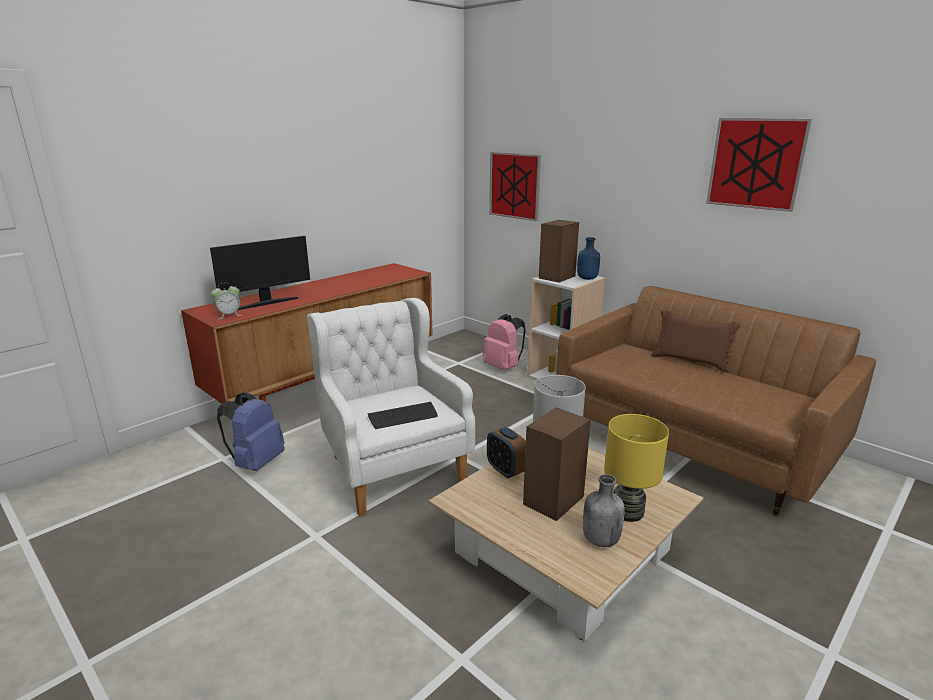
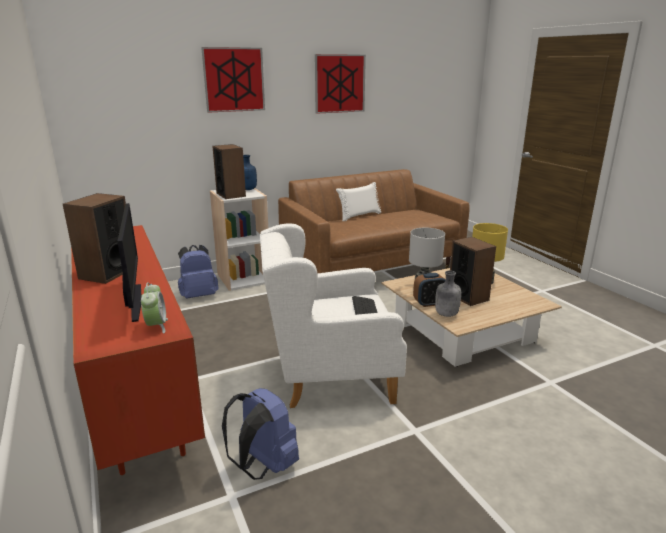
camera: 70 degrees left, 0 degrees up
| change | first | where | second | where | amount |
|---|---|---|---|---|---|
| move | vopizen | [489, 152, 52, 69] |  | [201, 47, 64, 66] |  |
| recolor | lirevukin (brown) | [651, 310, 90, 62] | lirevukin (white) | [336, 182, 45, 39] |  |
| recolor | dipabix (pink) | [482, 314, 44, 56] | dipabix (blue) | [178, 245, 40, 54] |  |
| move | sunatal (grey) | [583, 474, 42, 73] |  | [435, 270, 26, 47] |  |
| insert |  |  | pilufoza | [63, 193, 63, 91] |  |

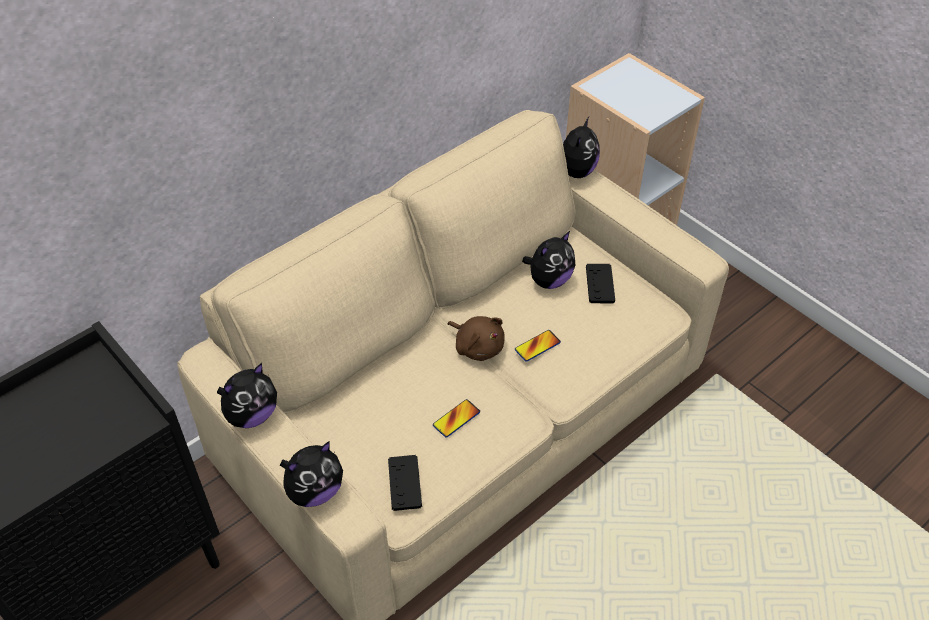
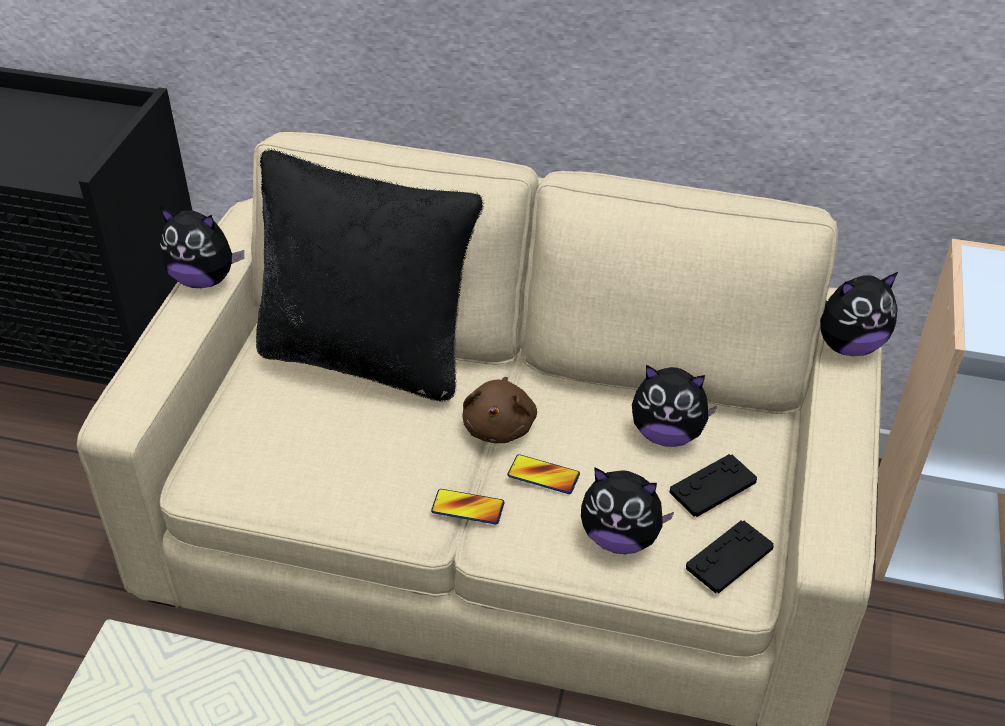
camera: 55 degrees right, 5 degrees down
| change | first | where | second | where | amount |
|---|---|---|---|---|---|
| move | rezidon | [433, 399, 47, 39] |  | [431, 489, 74, 35] |  |
| move | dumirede | [280, 441, 63, 66] |  | [581, 468, 93, 86] |  |
| move | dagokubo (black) | [388, 455, 34, 56] |  | [686, 521, 88, 72] |  |
| insert |  |  | lirevukin (black) | [256, 149, 228, 253] |  |

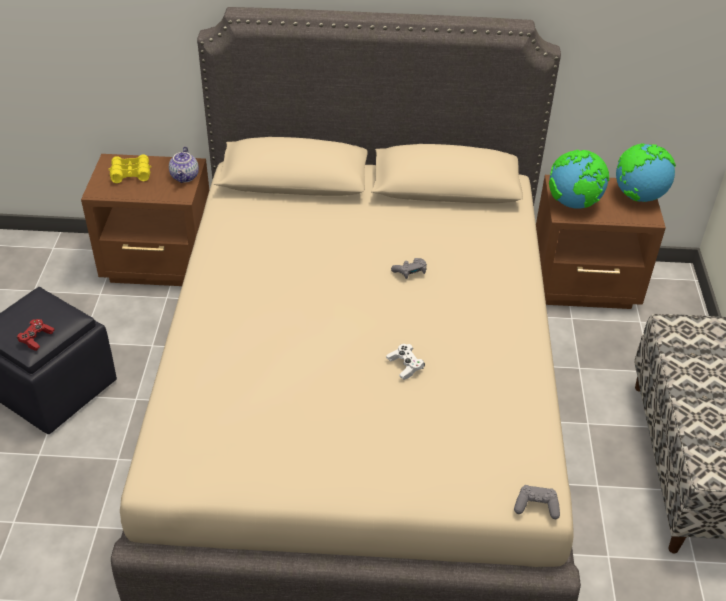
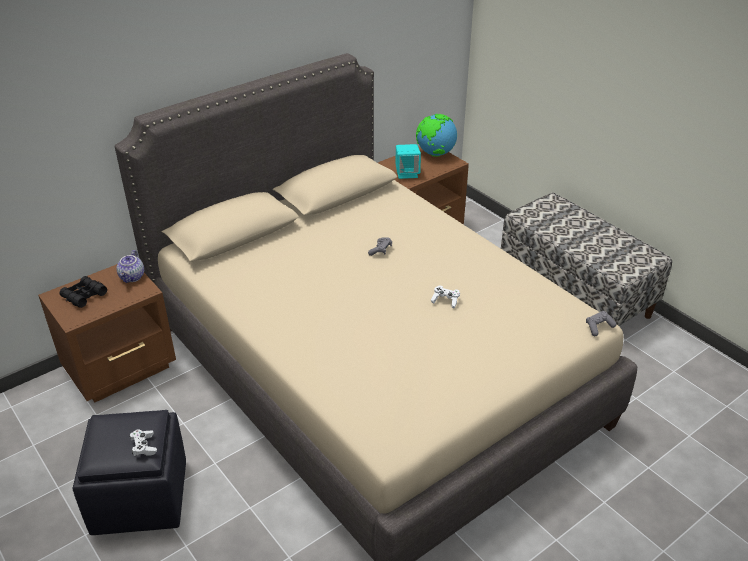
camera: 40 degrees left, 5 degrees down
| change | first | where | second | where | amount |
|---|---|---|---|---|---|
| rotate | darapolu | [169, 147, 30, 36] |  | [117, 250, 27, 33] | 45 degrees clockwise |
| replace | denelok | [549, 150, 60, 59] | pilufoza (turquoise) | [396, 144, 25, 35] |  |
| recolor | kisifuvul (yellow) | [108, 154, 44, 29] | kisifuvul (black) | [60, 276, 47, 32] |  |
| recolor | dagokubo (red) | [17, 319, 38, 32] | dagokubo (white) | [129, 429, 28, 27] |  |

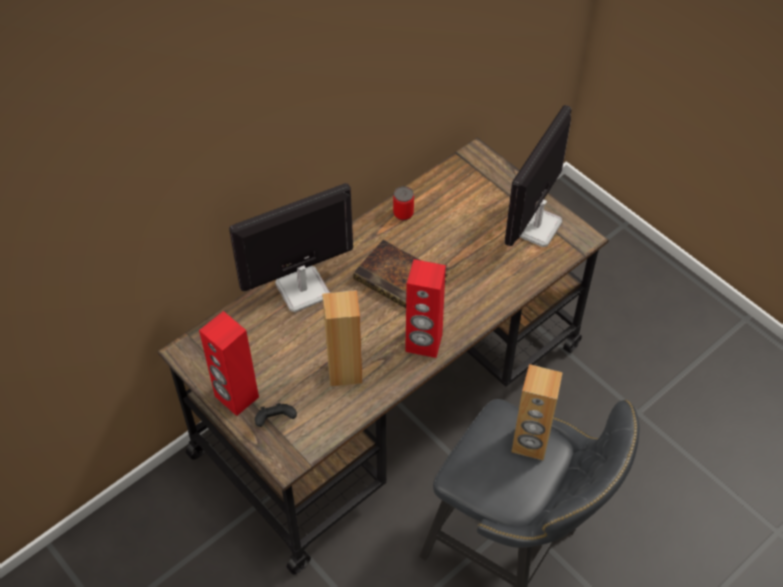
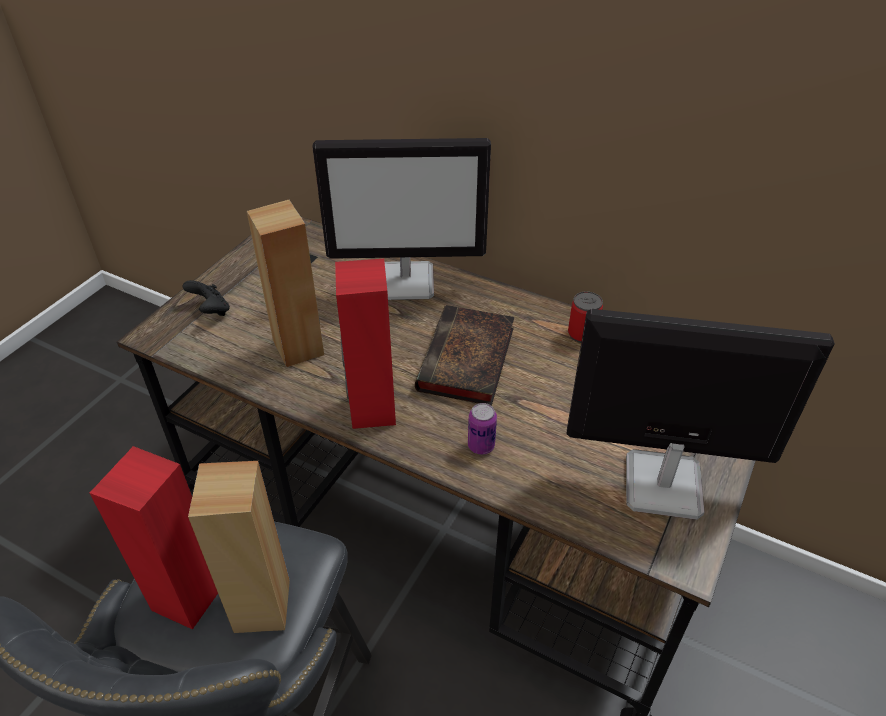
camera: 70 degrees right, 10 degrees down
| change | first | where | second | where | amount |
|---|---|---|---|---|---|
| rotate | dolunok | [229, 183, 124, 129] |  | [312, 138, 179, 162] | 135 degrees clockwise |
| move | pilufoza (red) | [199, 311, 60, 105] |  | [90, 446, 128, 184] |  |
| insert |  |  | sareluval | [468, 403, 29, 52] |  |

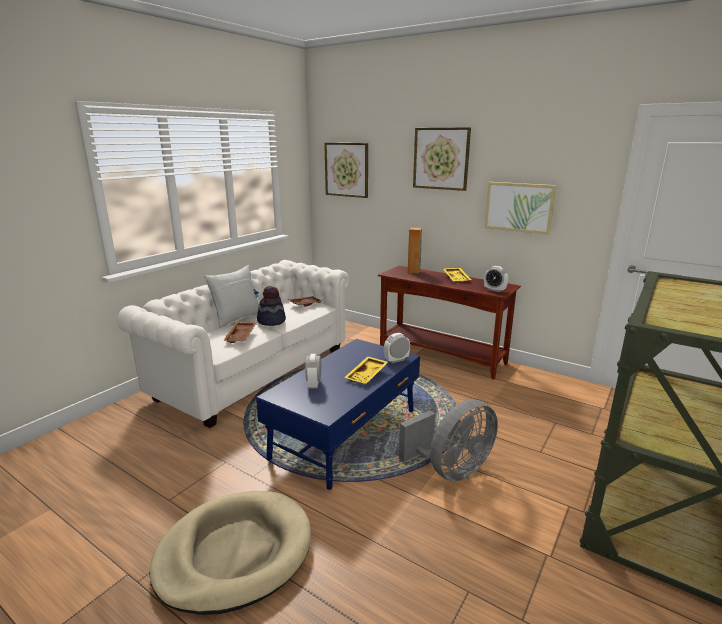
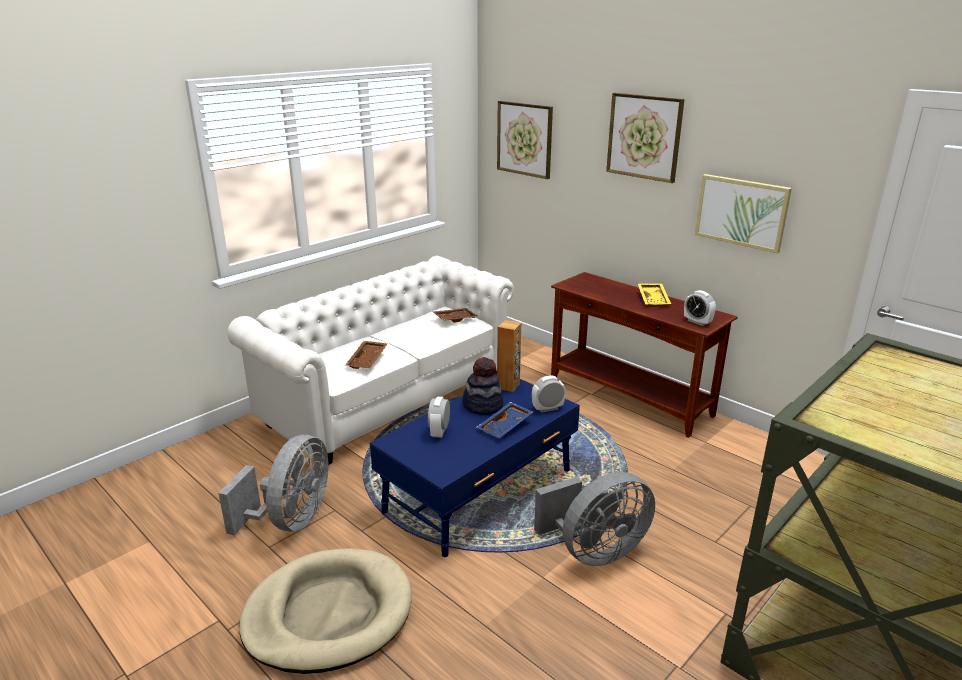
camera: 10 degrees right, 5 degrees up
| change | first | where | second | where | amount |
|---|---|---|---|---|---|
| move | pilufoza (brown) | [408, 228, 14, 46] |  | [497, 320, 24, 72] |  |
| delete | lirevukin (grey) | [204, 265, 55, 63] |  |  |  |
| move | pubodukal | [257, 286, 29, 40] |  | [462, 357, 41, 58] |  |
| recolor | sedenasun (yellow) | [344, 356, 44, 28] | sedenasun (blue) | [476, 402, 57, 36] |  |
| insert |  |  | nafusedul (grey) | [218, 435, 111, 100] |  |

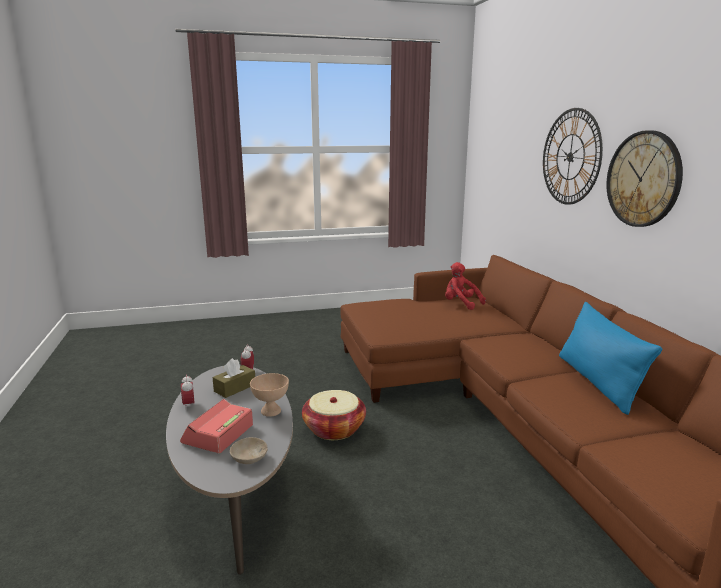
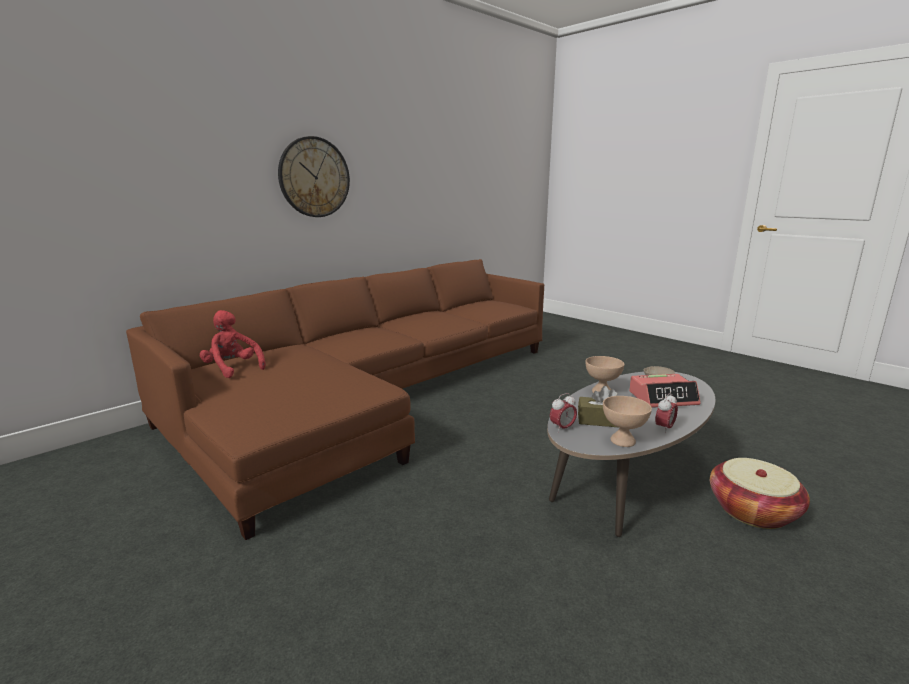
camera: 120 degrees left, 0 degrees up
| change | first | where | second | where | amount |
|---|---|---|---|---|---|
| delete | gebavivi | [543, 108, 60, 97] |  |  |  |
| rotate | dumirede (red) | [445, 262, 41, 48] |  | [200, 310, 66, 68] | 120 degrees clockwise |
| delete | lirevukin (blue) | [559, 302, 103, 113] |  |  |  |
| move | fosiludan | [302, 390, 64, 50] |  | [710, 458, 100, 71] |  |
| insert |  |  | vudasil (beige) | [603, 396, 49, 51] |  |

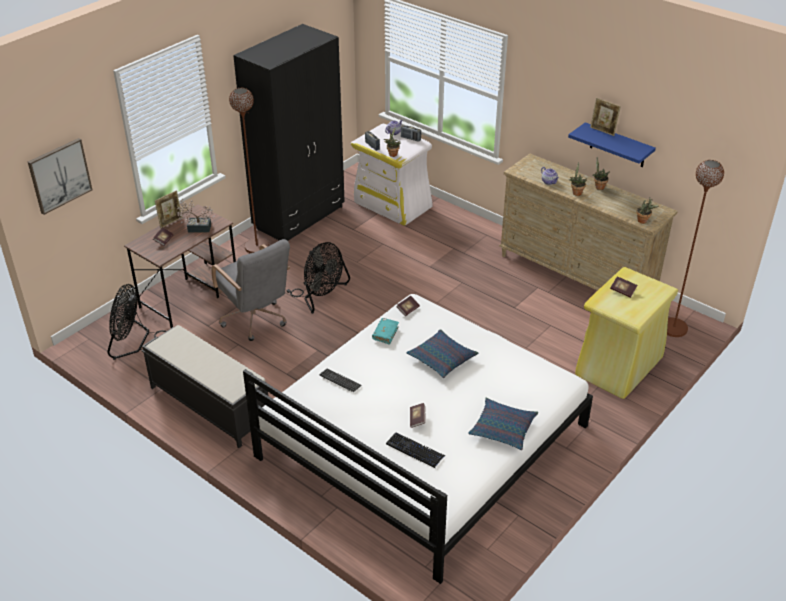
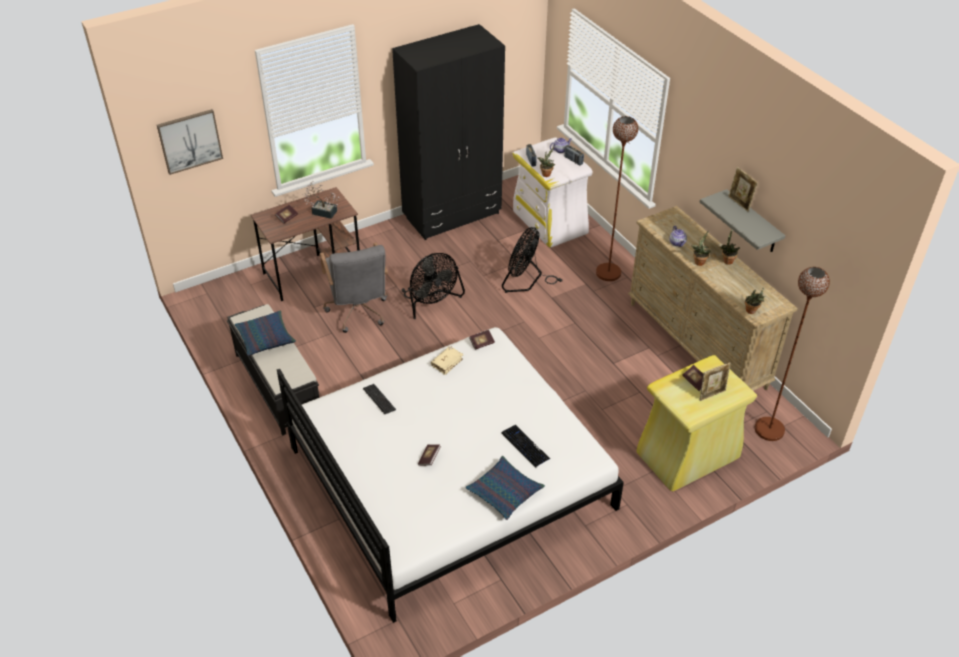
camera: 20 degrees right, 5 degrees up
| change | first | where | second | where | amount |
|---|---|---|---|---|---|
| move | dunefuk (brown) | [229, 88, 40, 165] |  | [596, 116, 42, 165] |  |
| recolor | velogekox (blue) | [568, 122, 88, 45] | velogekox (grey) | [700, 189, 85, 63] |  |
| move | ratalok | [155, 190, 27, 38] |  | [700, 362, 31, 39] |  |
| move | nafusedul (black) | [107, 284, 60, 76] |  | [502, 227, 60, 66] |  |
| recolor | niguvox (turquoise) | [372, 318, 27, 27] | niguvox (beige) | [431, 346, 33, 29] |  |
| move | lirevukin (blue) | [406, 329, 73, 49] |  | [235, 311, 61, 45] |  |
| move | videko | [386, 433, 59, 35] |  | [502, 425, 48, 43] |  |

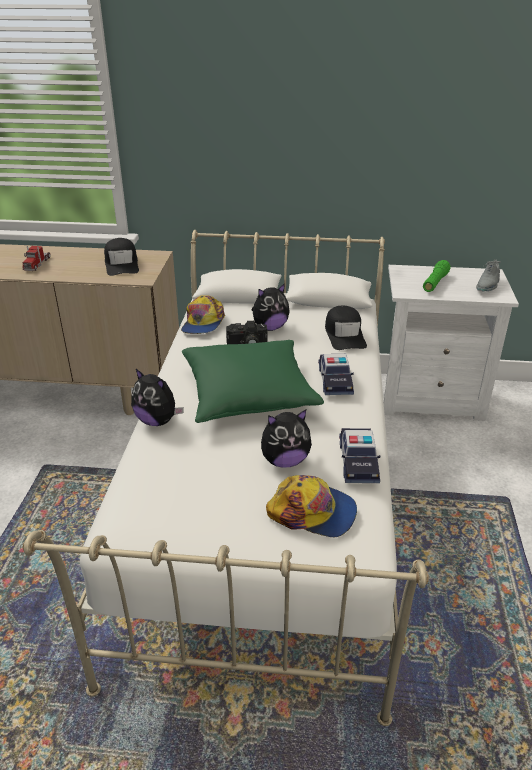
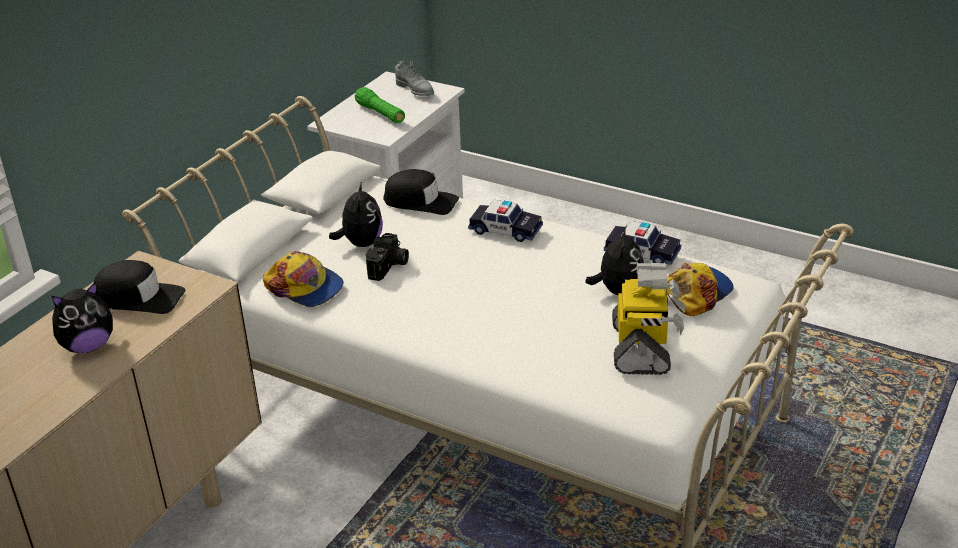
camera: 65 degrees left, 0 degrees up
| change | first | where | second | where | amount |
|---|---|---|---|---|---|
| delete | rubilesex | [22, 246, 29, 25] |  |  |  |
| delete | lirevukin (green) | [182, 340, 142, 83] |  |  |  |
| move | dumirede | [131, 369, 53, 57] |  | [52, 282, 61, 71] |  |
| insert |  |  | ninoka | [612, 263, 72, 112] |  |

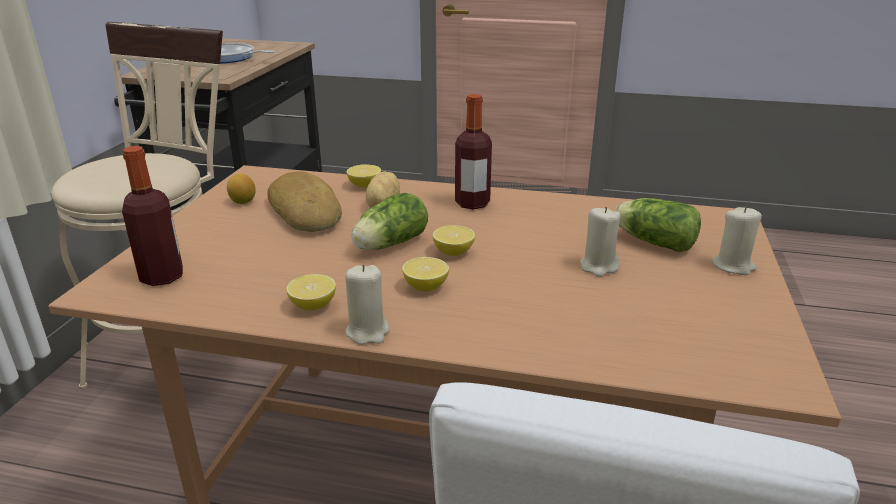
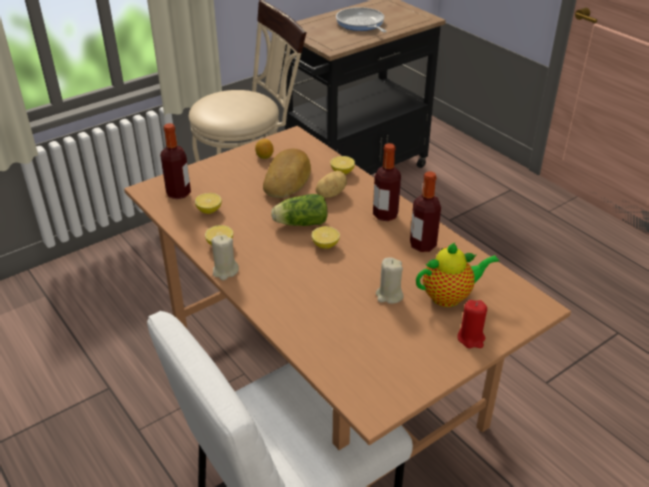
camera: 40 degrees right, 10 degrees up
| change | first | where | second | where | amount |
|---|---|---|---|---|---|
| replace | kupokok | [614, 198, 87, 54] | darapolu | [416, 242, 83, 65] |  |
| recolor | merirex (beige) | [712, 206, 50, 69] | merirex (red) | [457, 300, 30, 48] |  |
| move | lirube | [402, 257, 47, 35] |  | [195, 193, 27, 21] |  |
| insert |  |  | sunatal | [410, 171, 31, 81] |  |

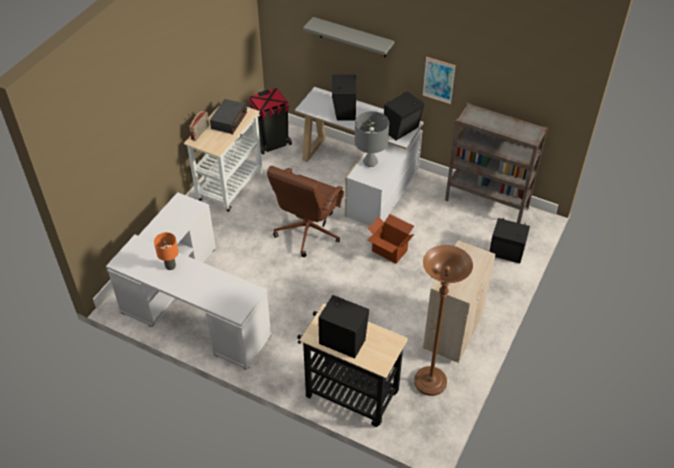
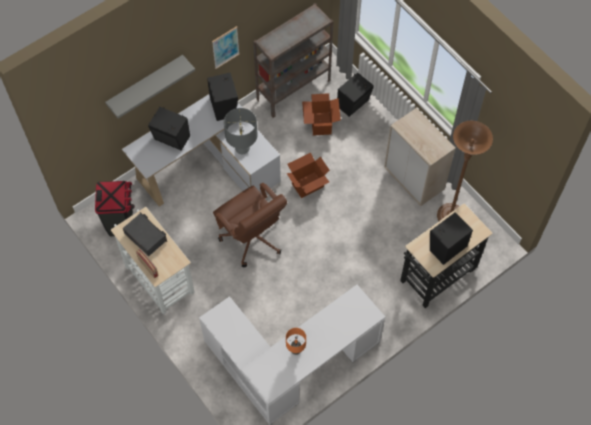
camera: 65 degrees left, 15 degrees up
| change | first | where | second | where | amount |
|---|---|---|---|---|---|
| insert |  |  | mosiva | [302, 93, 39, 42] |  |

